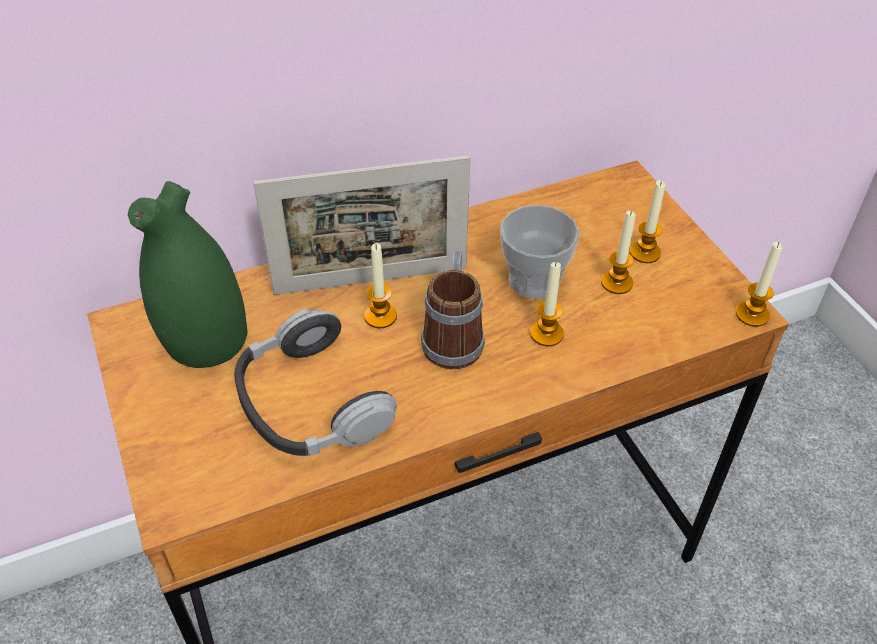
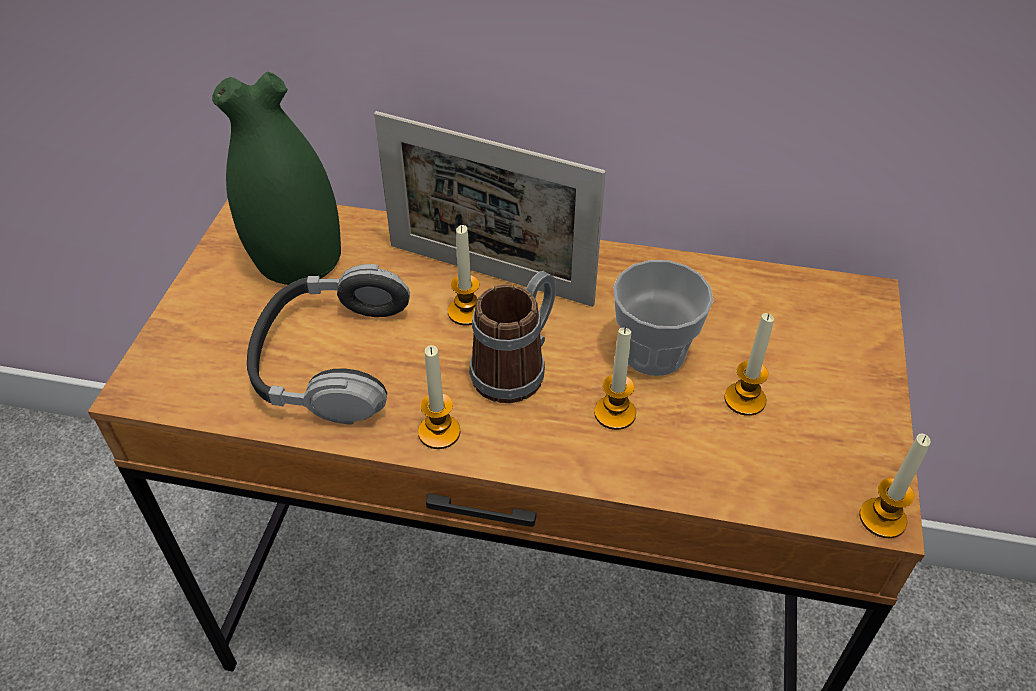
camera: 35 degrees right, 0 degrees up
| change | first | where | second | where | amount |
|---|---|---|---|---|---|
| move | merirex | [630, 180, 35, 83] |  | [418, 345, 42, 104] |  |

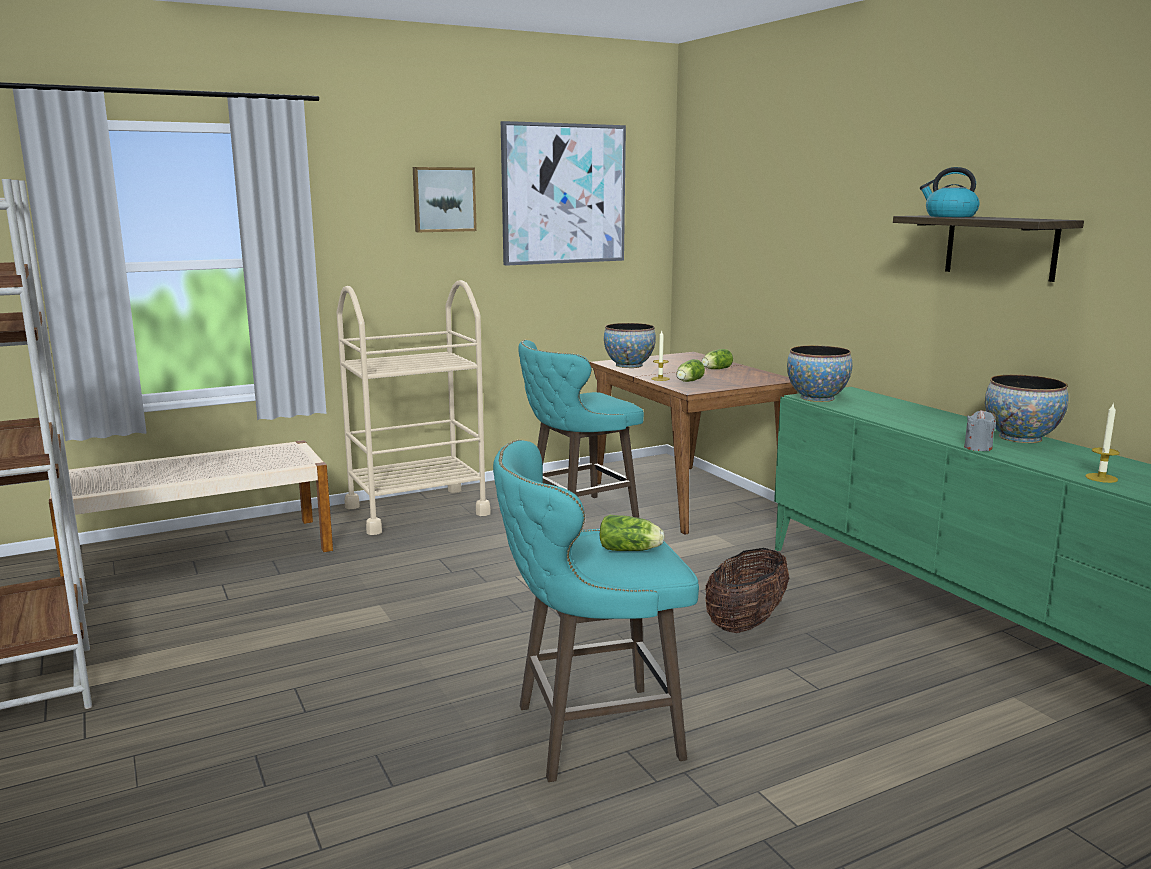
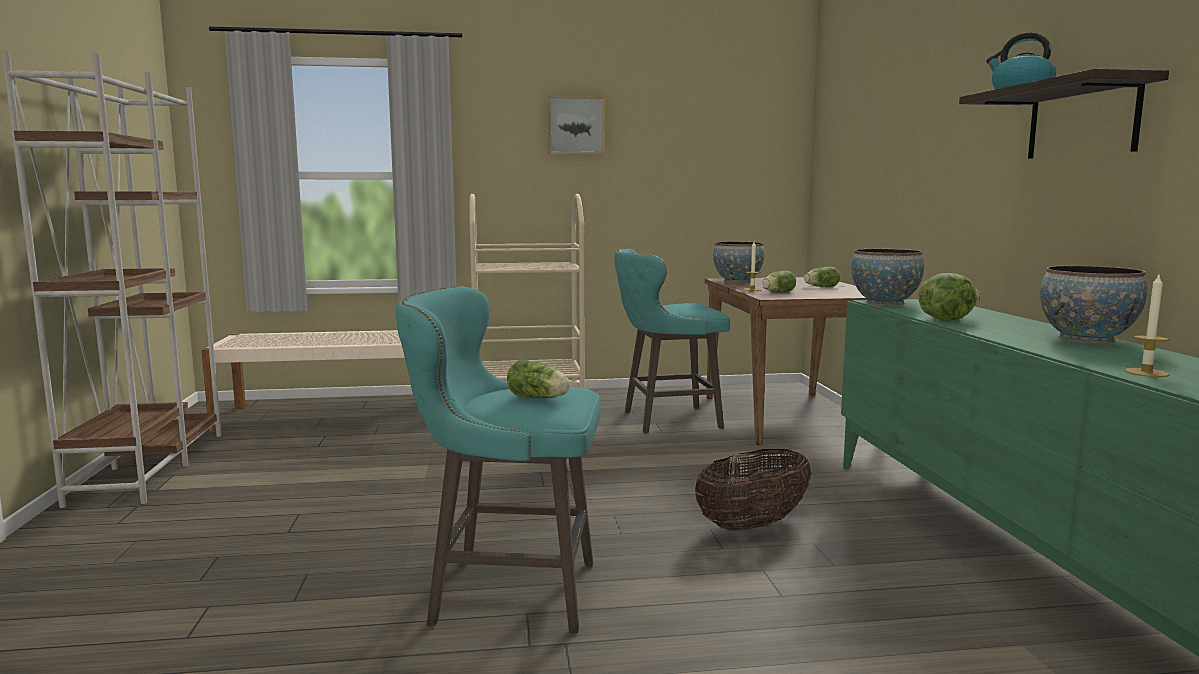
camera: 20 degrees right, 5 degrees down
| change | first | where | second | where | amount |
|---|---|---|---|---|---|
| delete | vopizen | [501, 121, 125, 145] |  |  |  |
| delete | merirex (grey) | [964, 410, 32, 41] |  |  |  |
| insert |  |  | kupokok | [918, 273, 62, 47] |  |

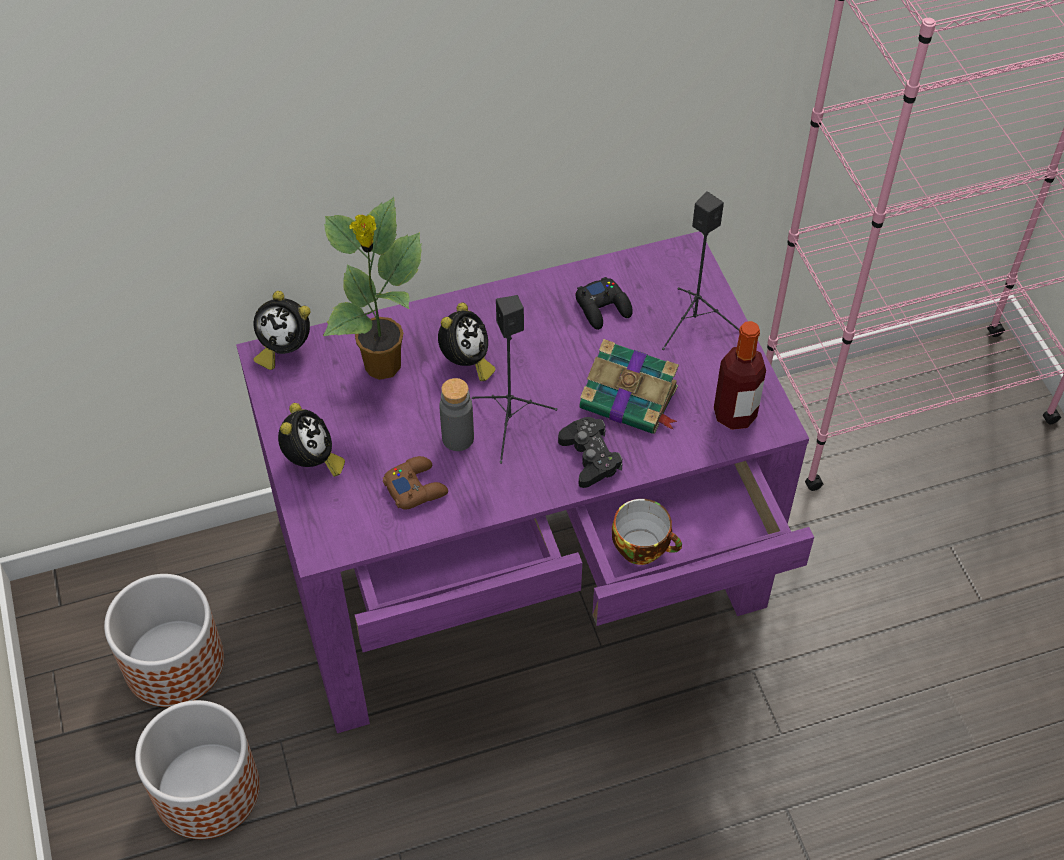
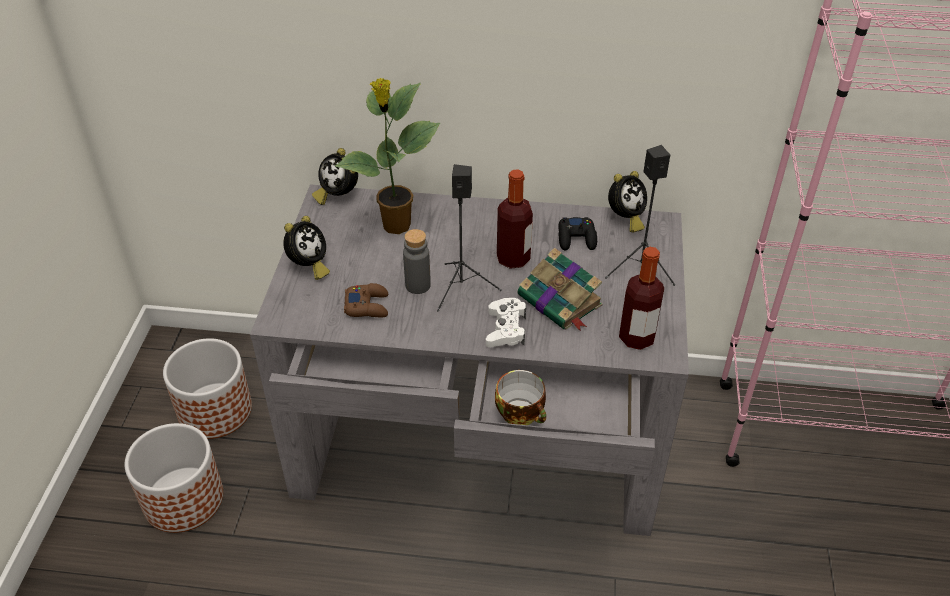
camera: 25 degrees right, 10 degrees down
| change | first | where | second | where | amount |
|---|---|---|---|---|---|
| recolor | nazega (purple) | [236, 231, 578, 502] | nazega (grey) | [250, 184, 439, 352] |  |
| move | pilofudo | [438, 302, 57, 79] |  | [608, 171, 39, 61] |  |
| recolor | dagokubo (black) | [558, 417, 64, 71] | dagokubo (white) | [486, 298, 40, 49] |  |
| insert |  |  | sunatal | [497, 169, 36, 100] |  |

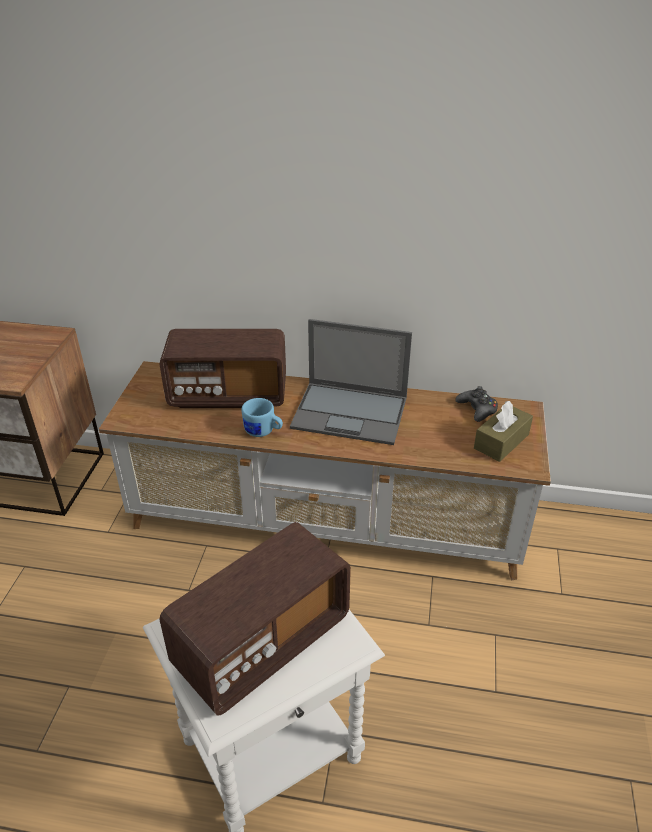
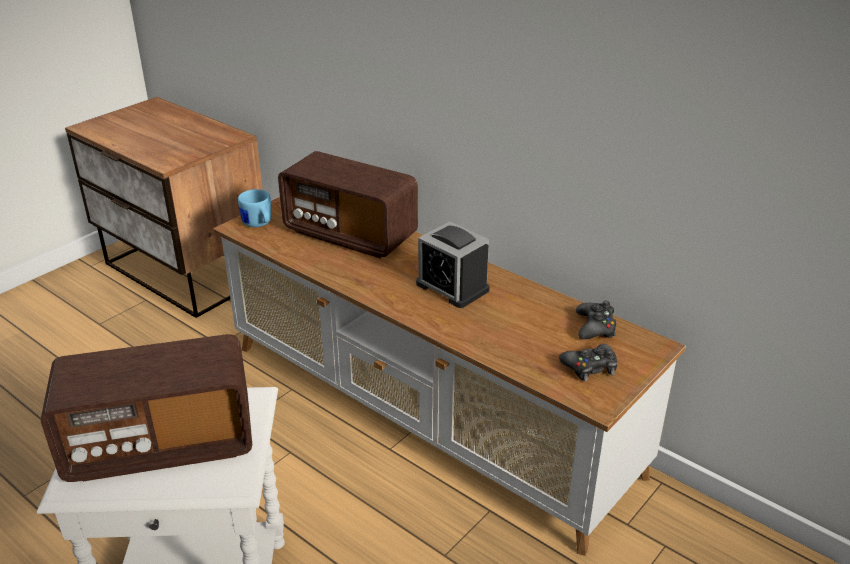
camera: 30 degrees right, 5 degrees down
| change | first | where | second | where | amount |
|---|---|---|---|---|---|
| replace | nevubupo | [290, 319, 122, 126] | pilofudo | [416, 221, 74, 87] |  |
| move | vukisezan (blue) | [242, 398, 41, 39] |  | [238, 189, 34, 38] |  |
| replace | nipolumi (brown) | [474, 401, 59, 61] | dagokubo (black) | [559, 344, 58, 37] |  |

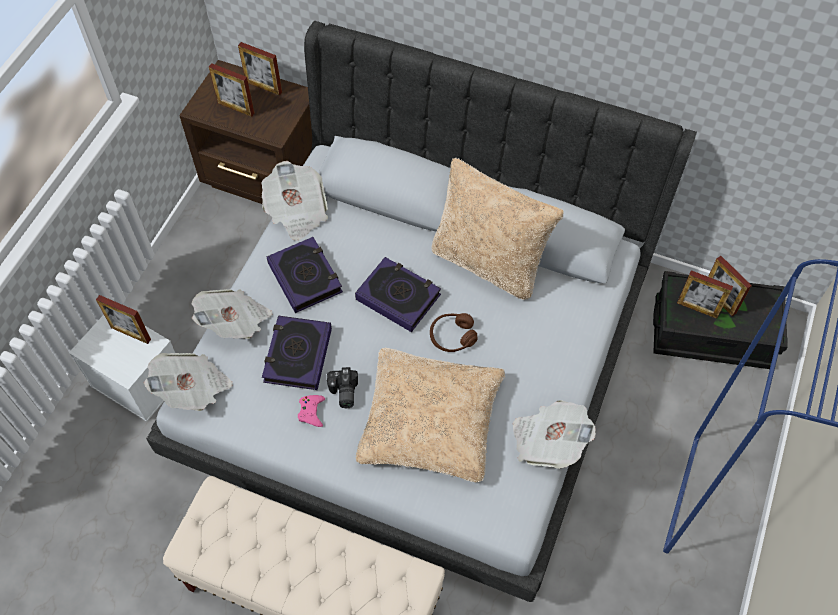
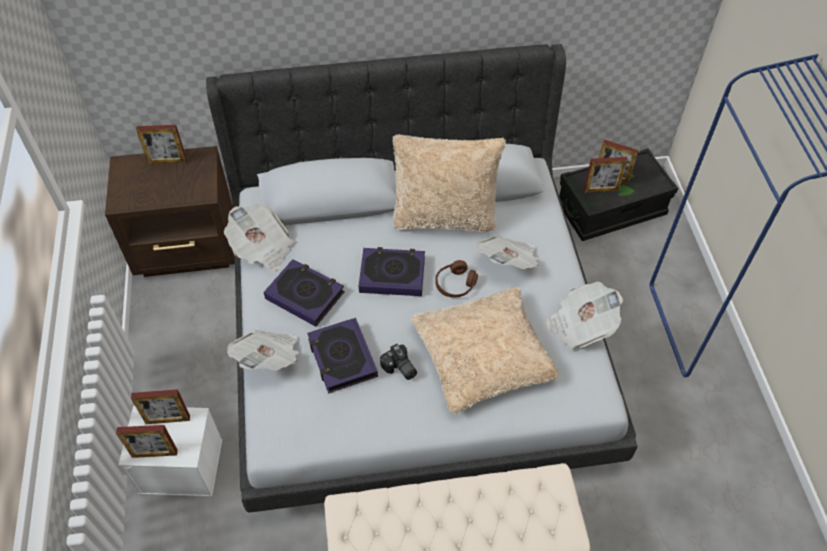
camera: 30 degrees left, 5 degrees down
| change | first | where | second | where | amount |
|---|---|---|---|---|---|
| move | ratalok | [209, 63, 46, 54] |  | [116, 425, 62, 33] |  |
| move | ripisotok | [144, 353, 89, 58] |  | [477, 236, 62, 33] |  |
| delete | dagokubo (pink) | [298, 395, 27, 32] |  |  |  |

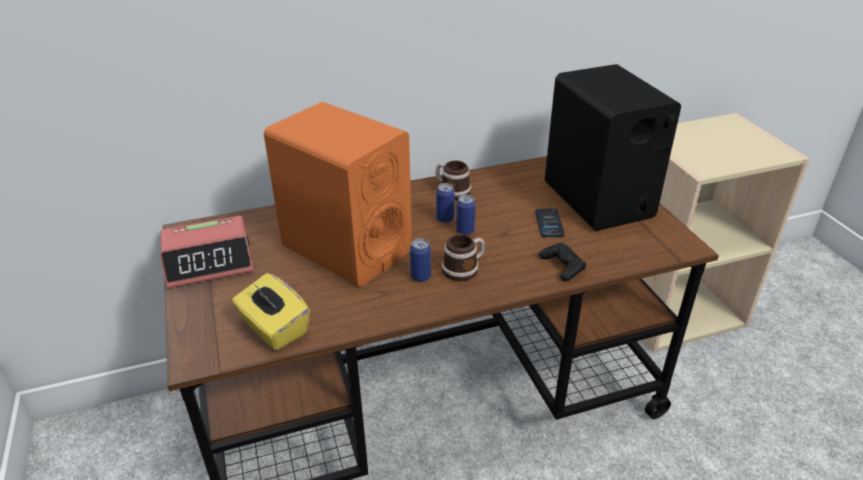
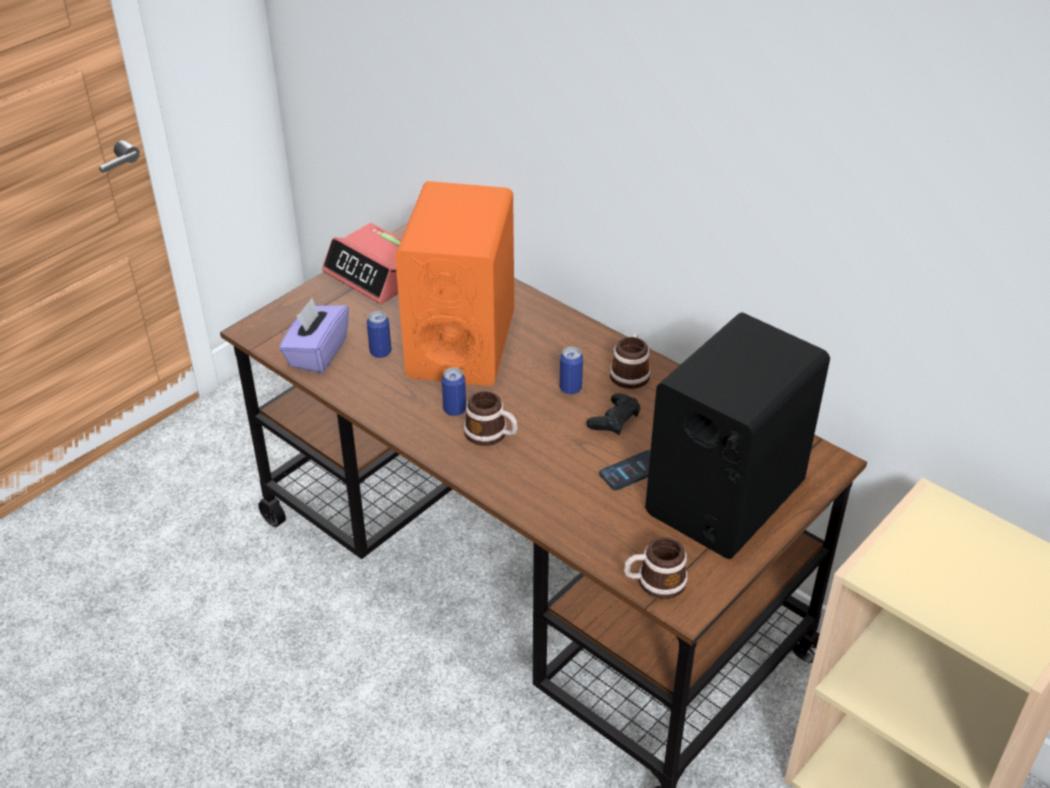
camera: 60 degrees right, 5 degrees up
| change | first | where | second | where | amount |
|---|---|---|---|---|---|
| move | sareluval | [456, 194, 20, 41] |  | [367, 311, 24, 47] |  |
| move | dagokubo (black) | [539, 243, 47, 38] |  | [586, 393, 54, 42] |  |
| recolor | nipolumi (yellow) | [232, 273, 78, 78] | nipolumi (purple) | [279, 298, 70, 75] |  |
| insert |  |  | vukisezan | [624, 537, 64, 62] |  |

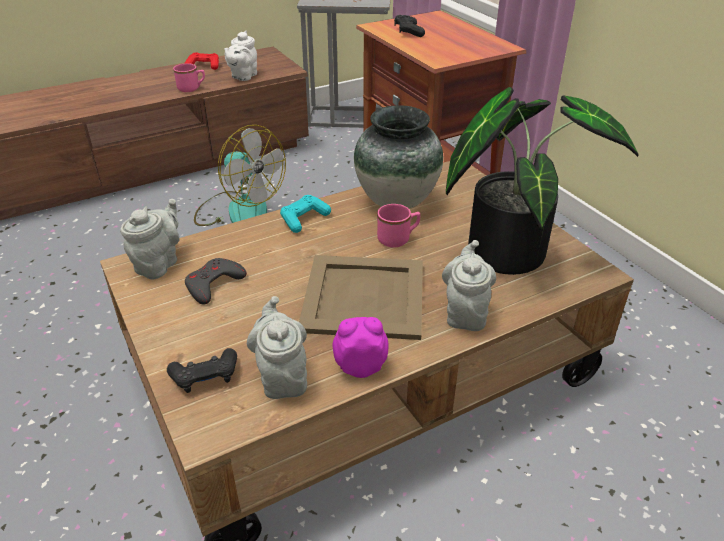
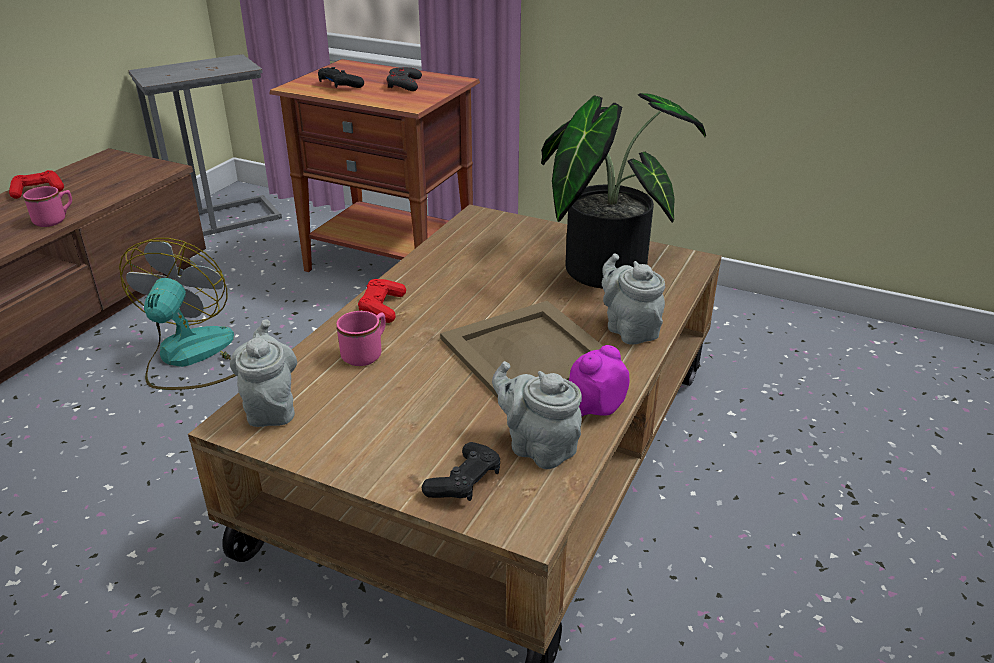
camera: 35 degrees left, 5 degrees down
| change | first | where | second | where | amount |
|---|---|---|---|---|---|
| delete | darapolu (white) | [224, 30, 33, 51] |  |  |  |
| delete | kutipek | [354, 105, 89, 104] |  |  |  |
| rotate | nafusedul | [194, 125, 92, 101] |  | [119, 238, 117, 152] | 90 degrees counterclockwise |
| recolor | dagokubo (turquoise) | [280, 195, 51, 38] | dagokubo (red) | [358, 279, 48, 44] |  |
| move | vukisezan (pink) | [377, 204, 43, 43] |  | [336, 311, 50, 55] |  |
| move | dagokubo (grey) | [185, 258, 62, 47] |  | [386, 67, 36, 24] |  |

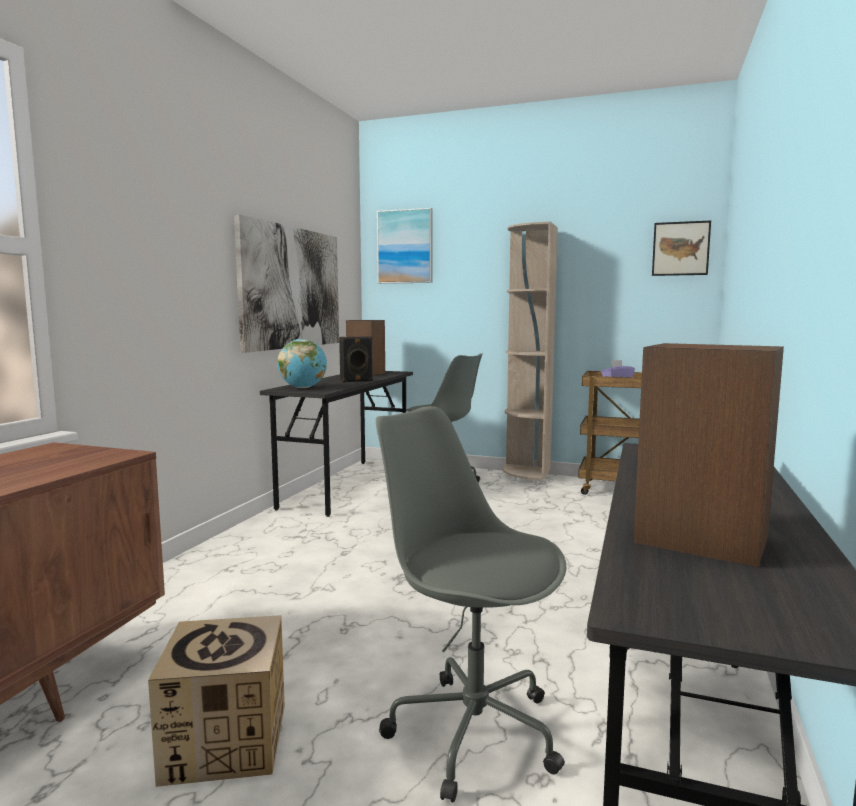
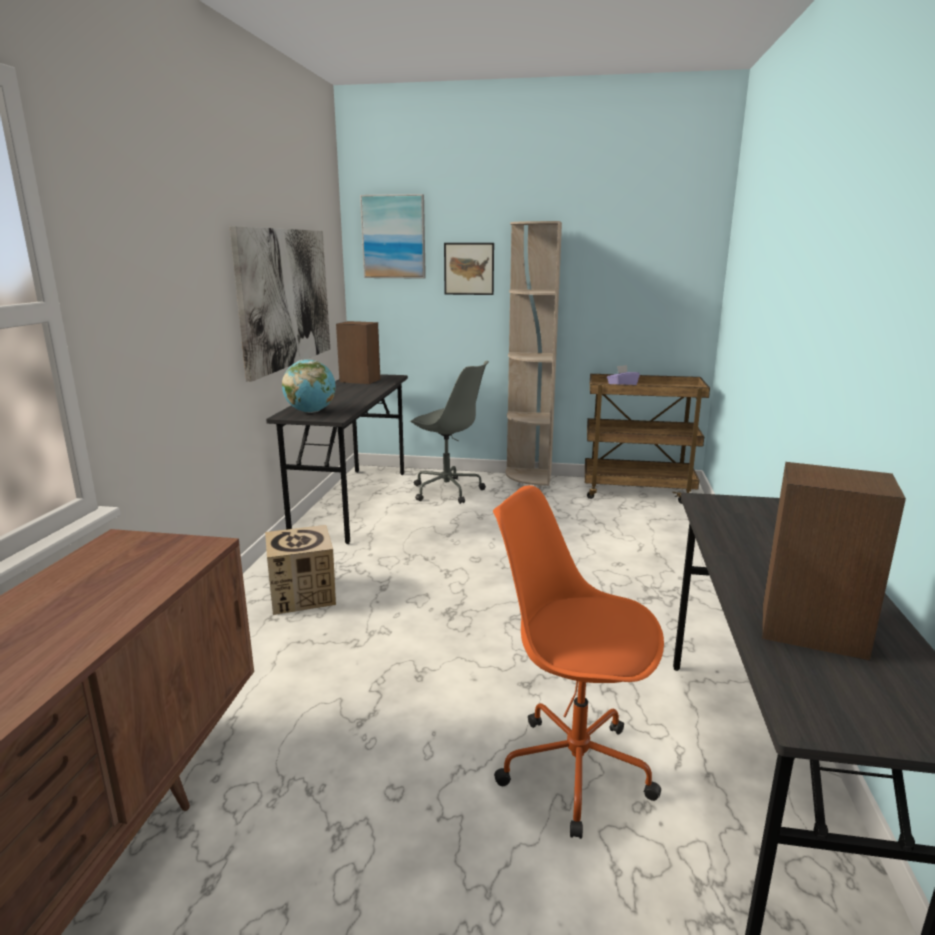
camera: 10 degrees left, 10 degrees up
| change | first | where | second | where | amount |
|---|---|---|---|---|---|
| move | vopizen | [652, 221, 59, 55] |  | [444, 243, 50, 52] |  |
| delete | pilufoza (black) | [339, 336, 34, 47] |  |  |  |
| recolor | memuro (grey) | [376, 406, 191, 396] | memuro (orange) | [493, 485, 171, 354] |  |
| move | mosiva | [148, 615, 137, 172] |  | [265, 525, 71, 90] |  |

